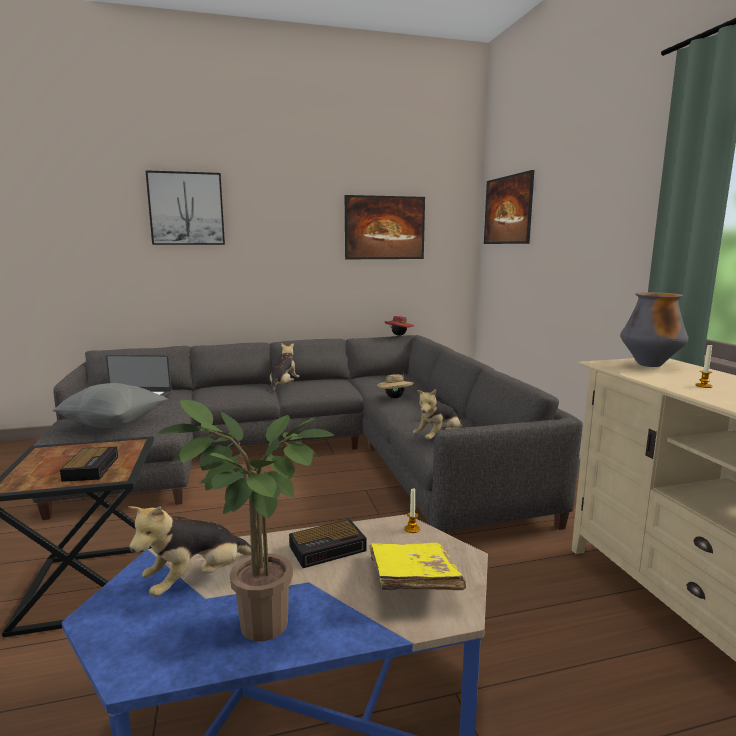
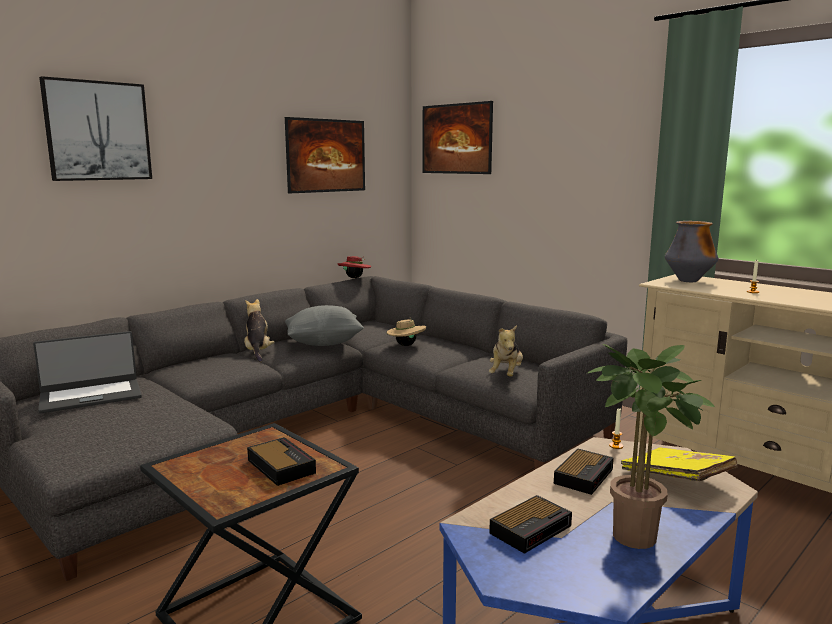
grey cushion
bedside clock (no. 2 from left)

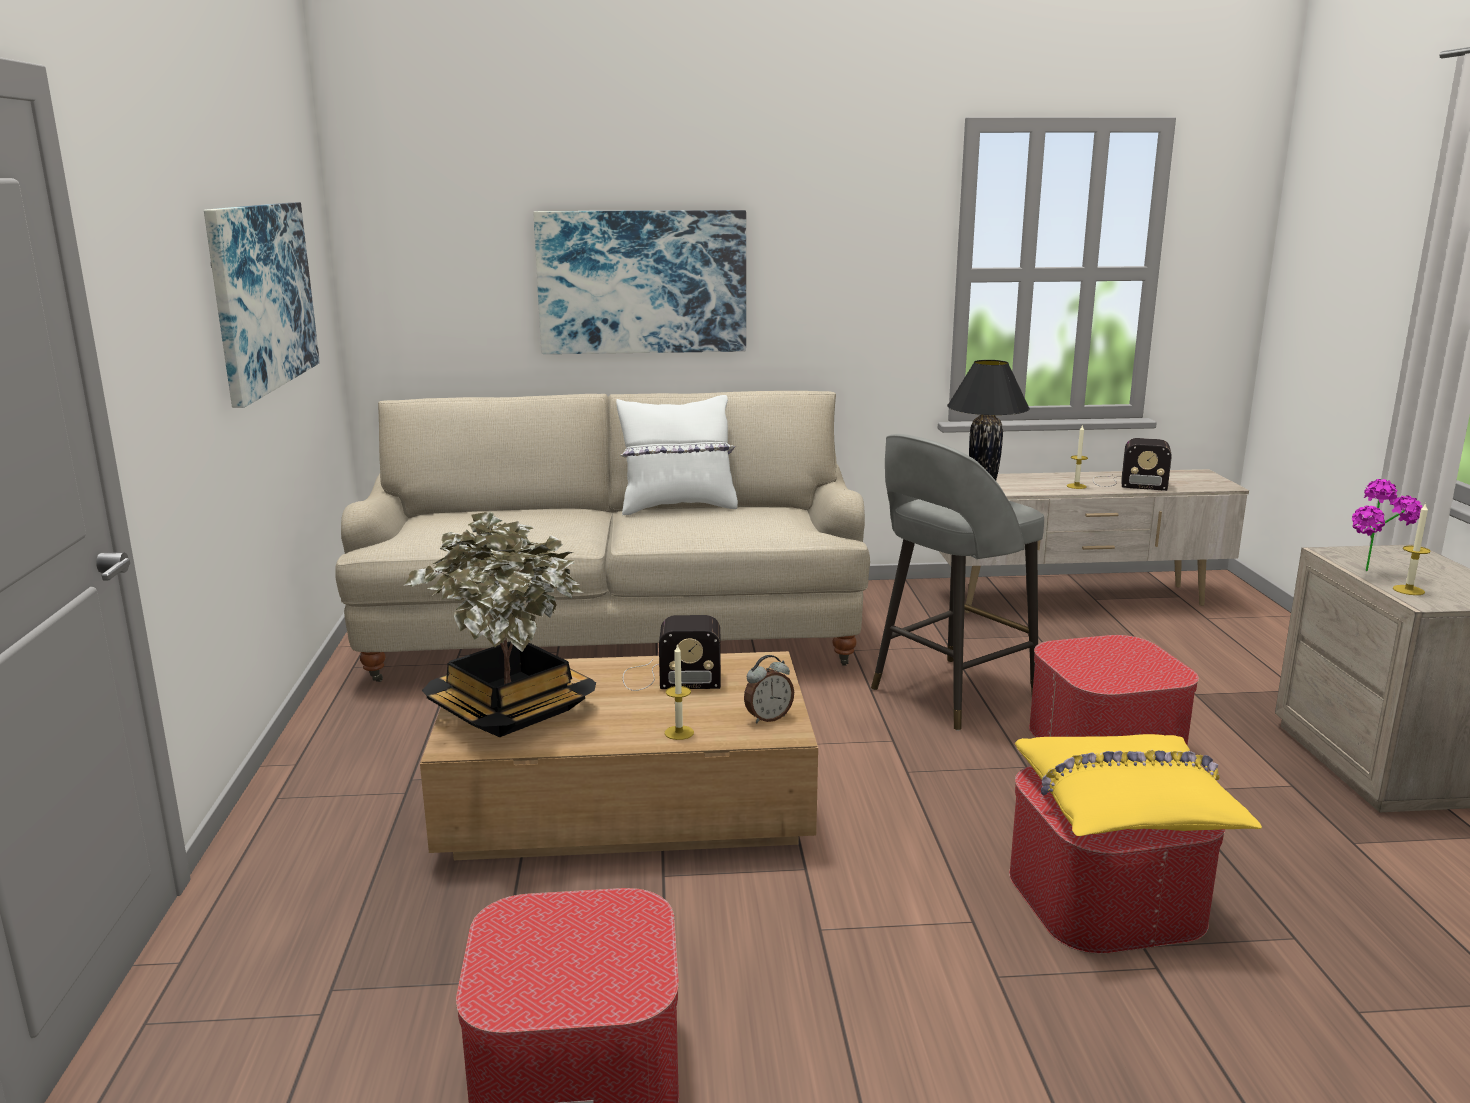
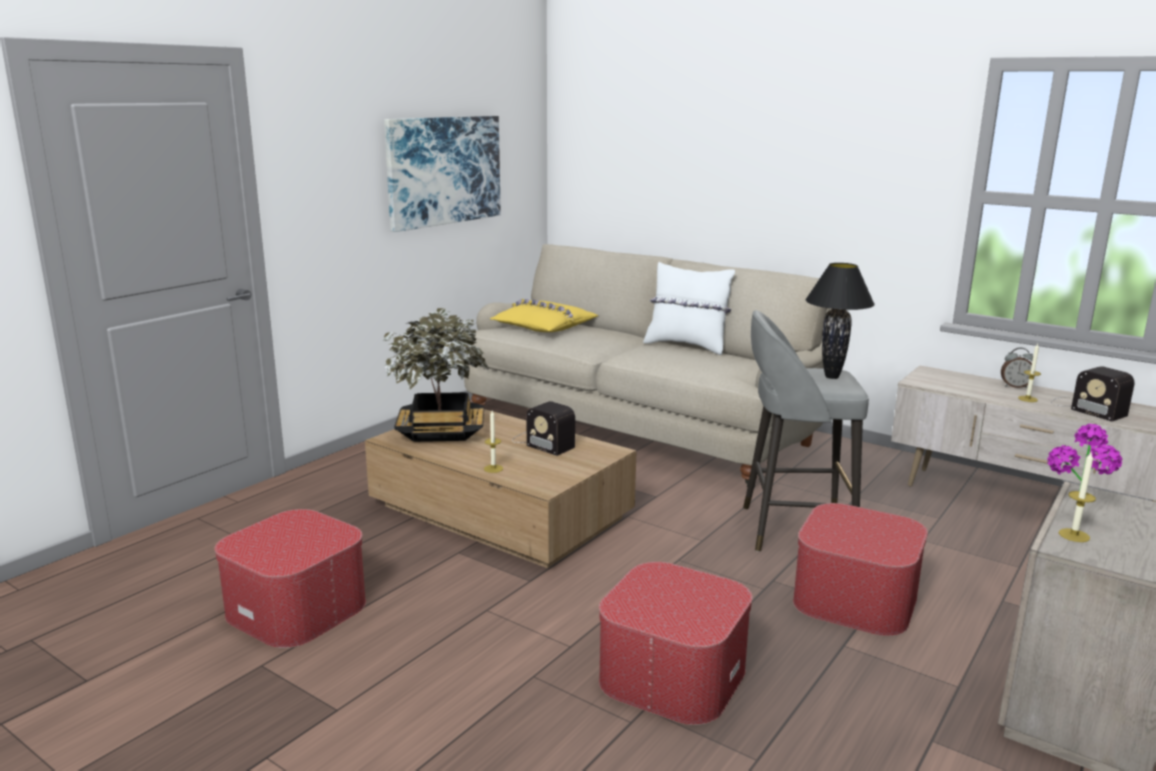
wall picture (no. 2 from left in the first image)
bedside clock
yellow-coloured cushion

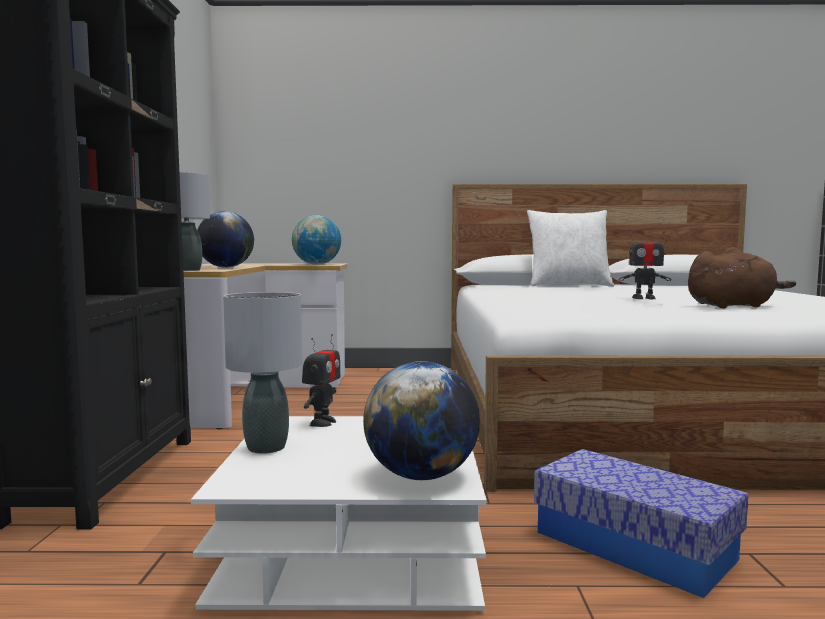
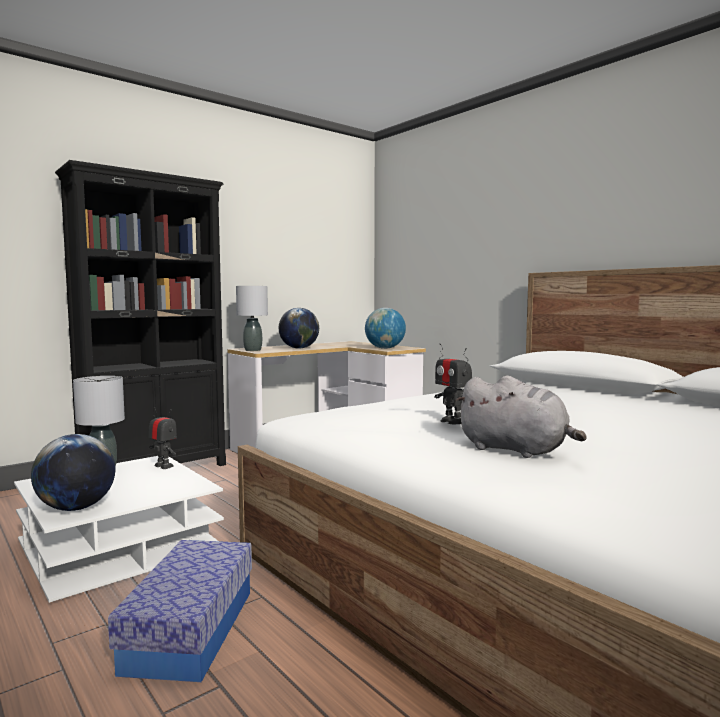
white-coloured cushion
grey cuddly toy
toy robot (no. 1 from left)

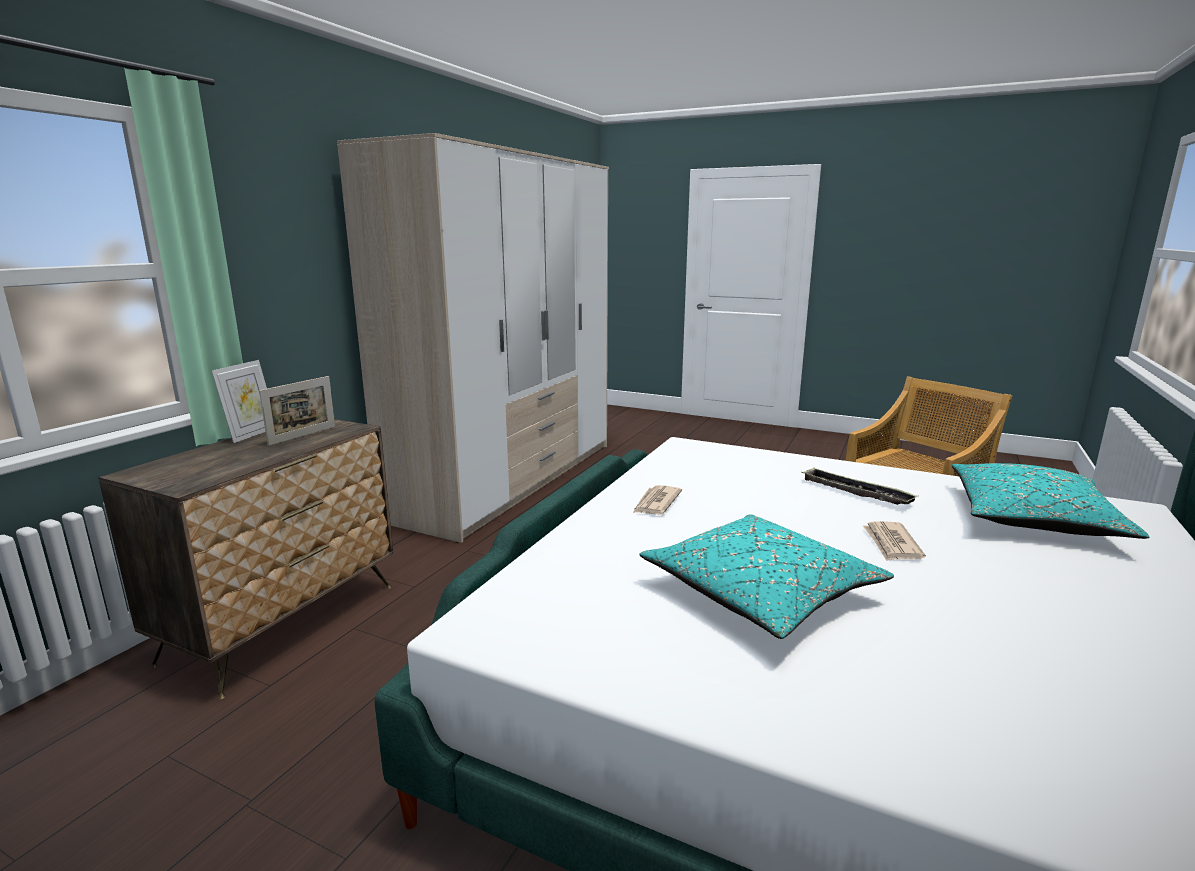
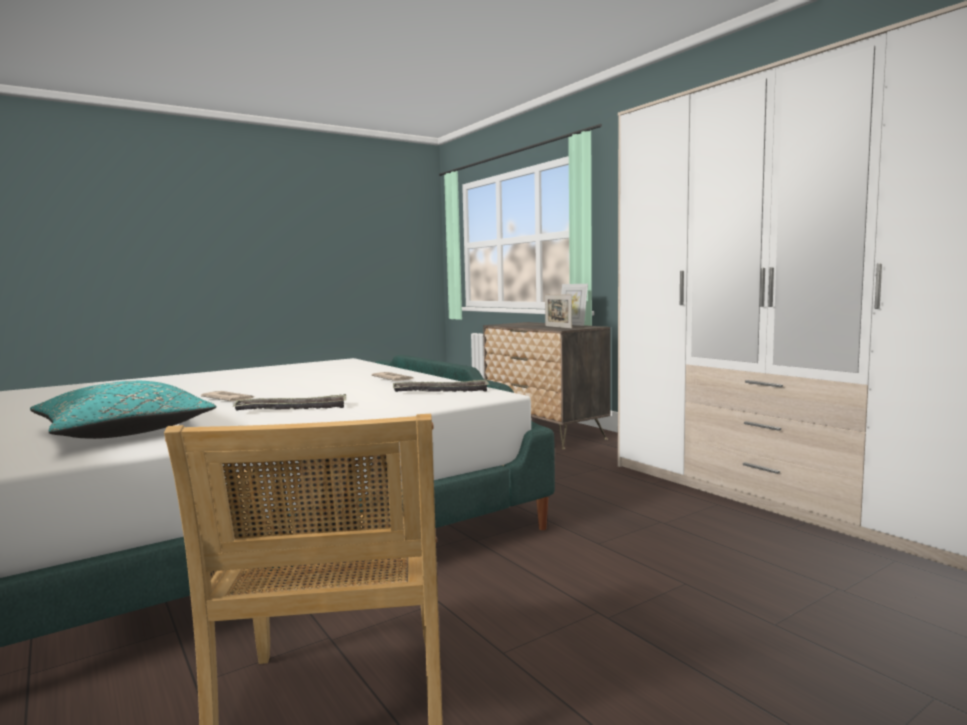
turquoise-coloured cushion (no. 1 from left in the first image)
carrying tray (no. 2 from left)

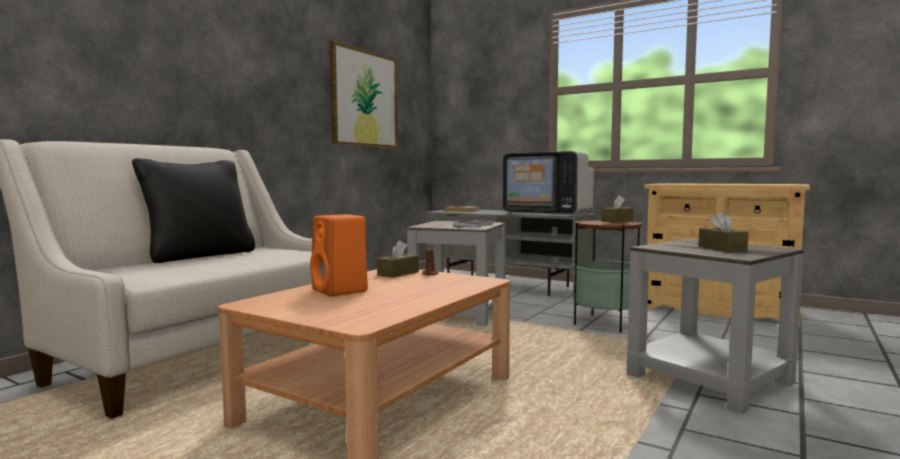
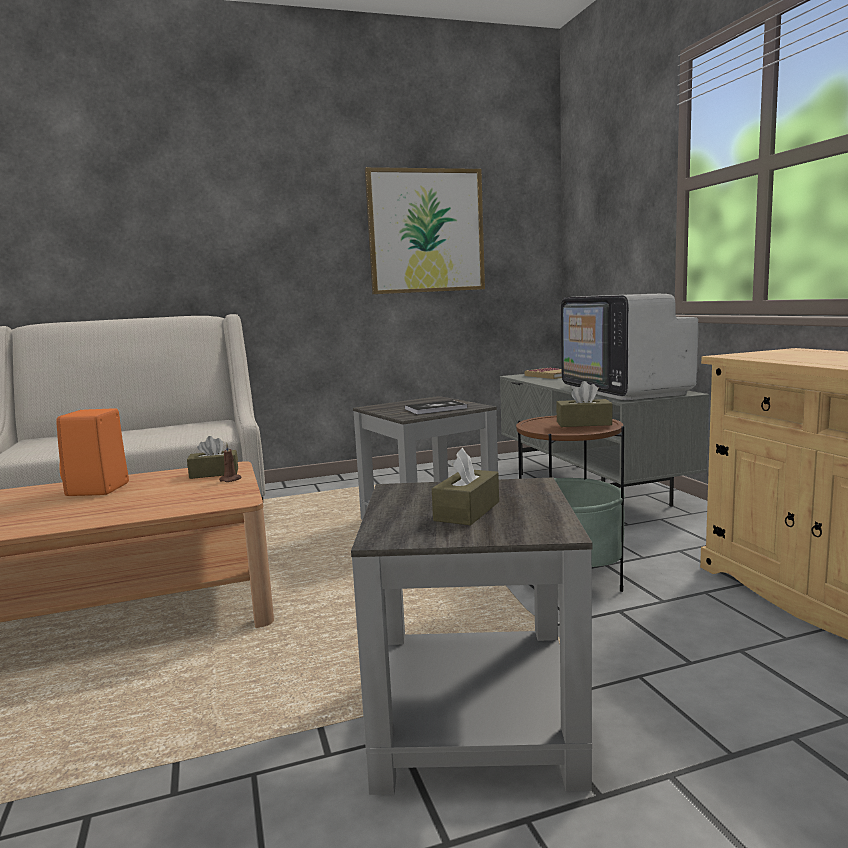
black-coloured cushion

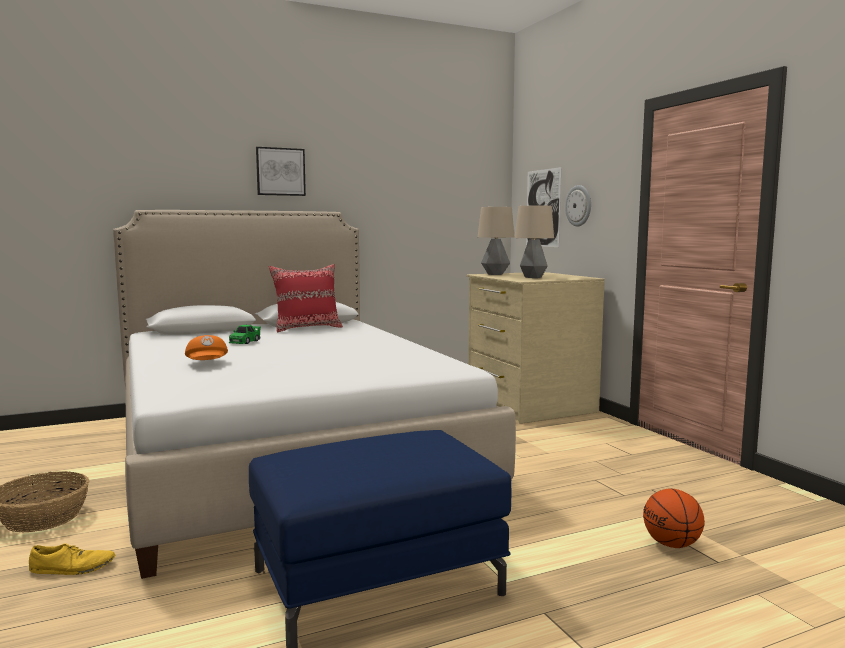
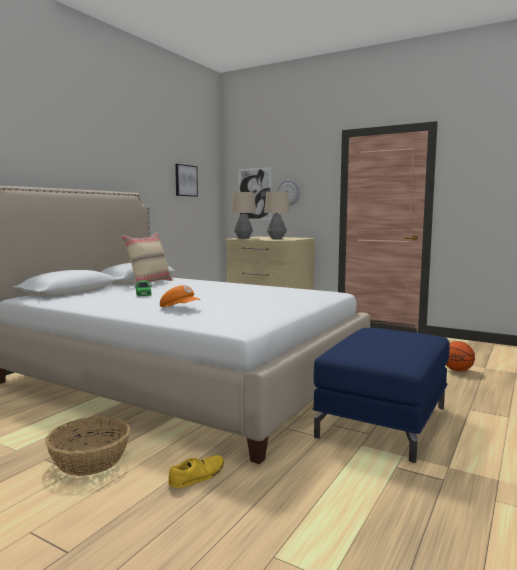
wall picture (no. 1 from left)
beige cushion

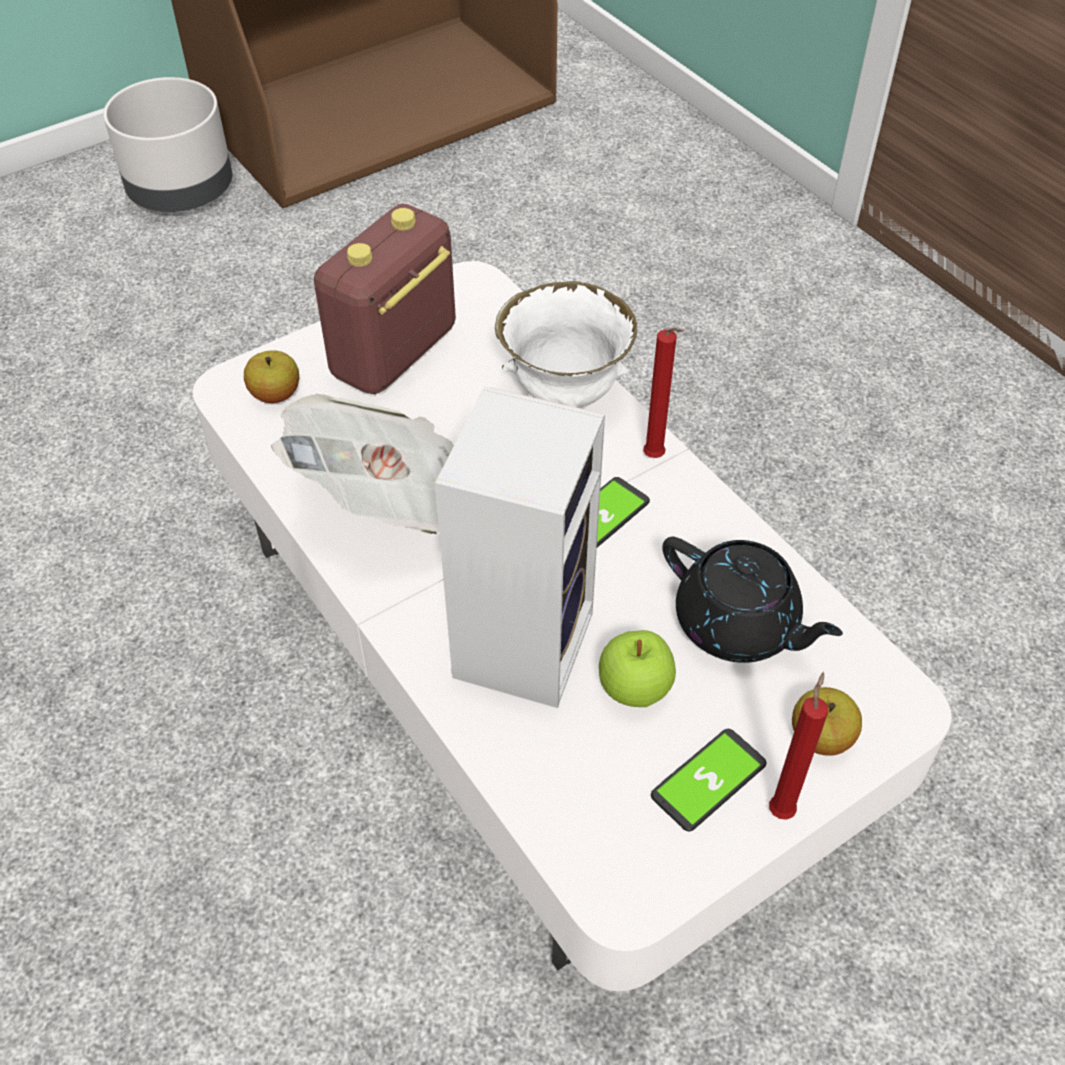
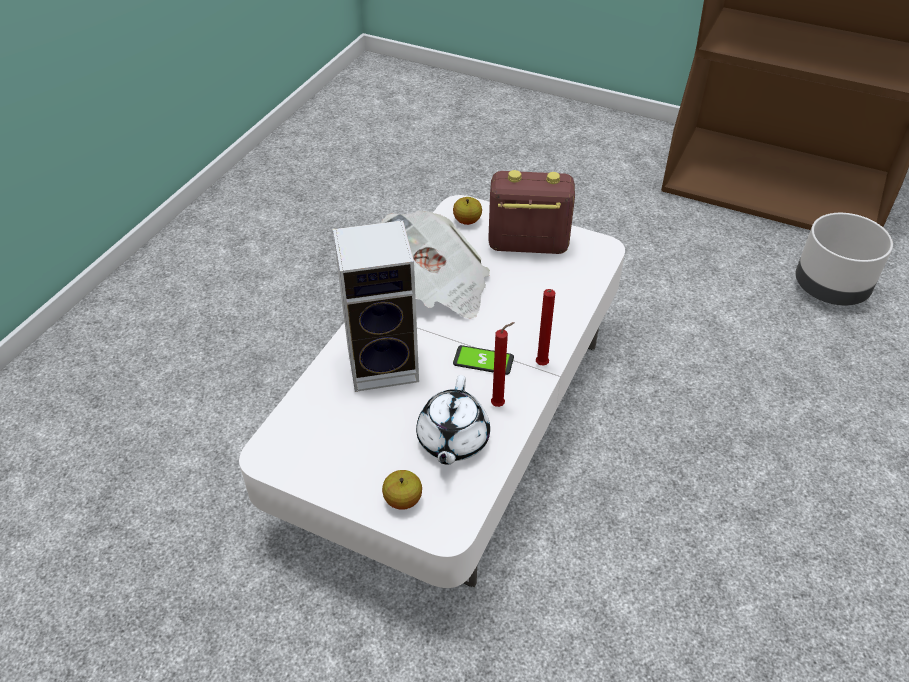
grey flower pot
white-coloured serving bowl
white-coloured pot for tea
apple fruit (no. 2 from left in the first image)
reddish wax candle (no. 1 from left)
phone (no. 2 from left in the first image)

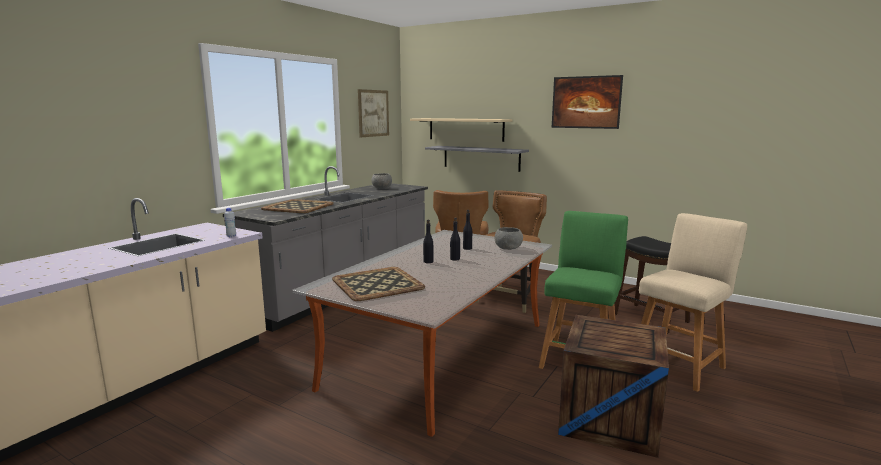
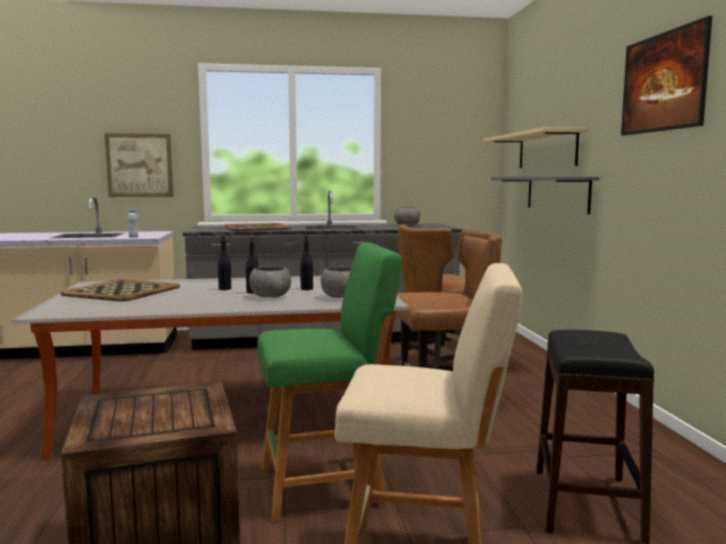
wall picture (no. 1 from left)
grey serving bowl (no. 1 from left)

